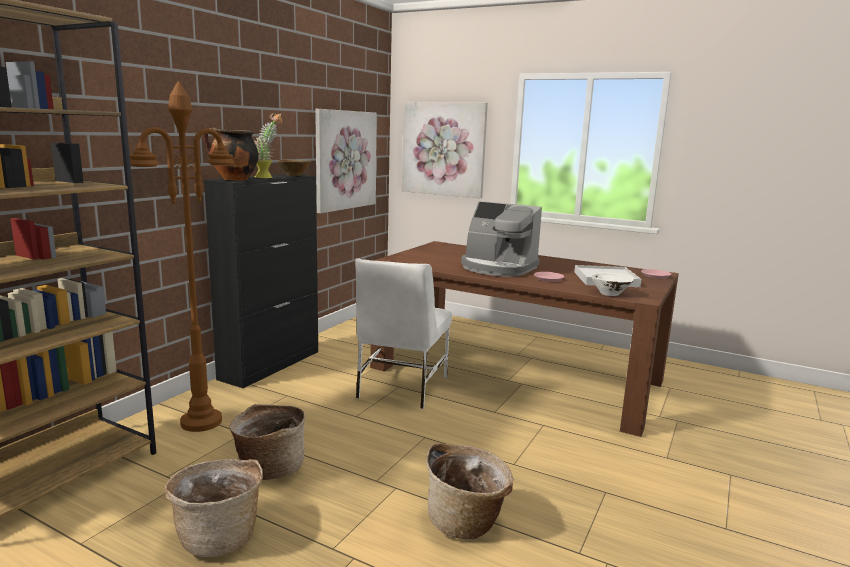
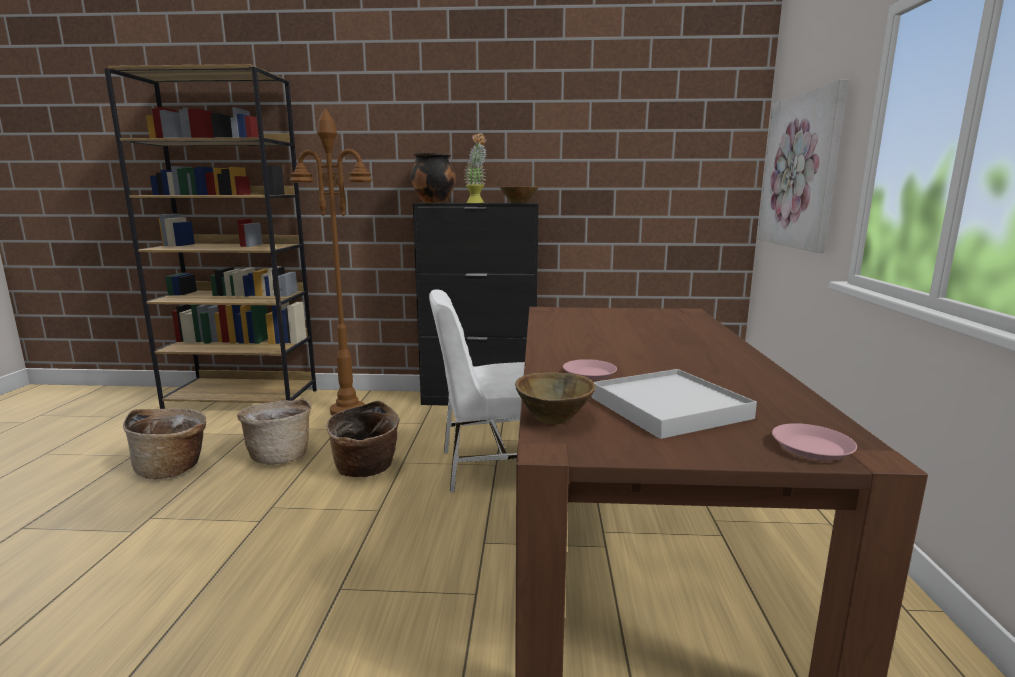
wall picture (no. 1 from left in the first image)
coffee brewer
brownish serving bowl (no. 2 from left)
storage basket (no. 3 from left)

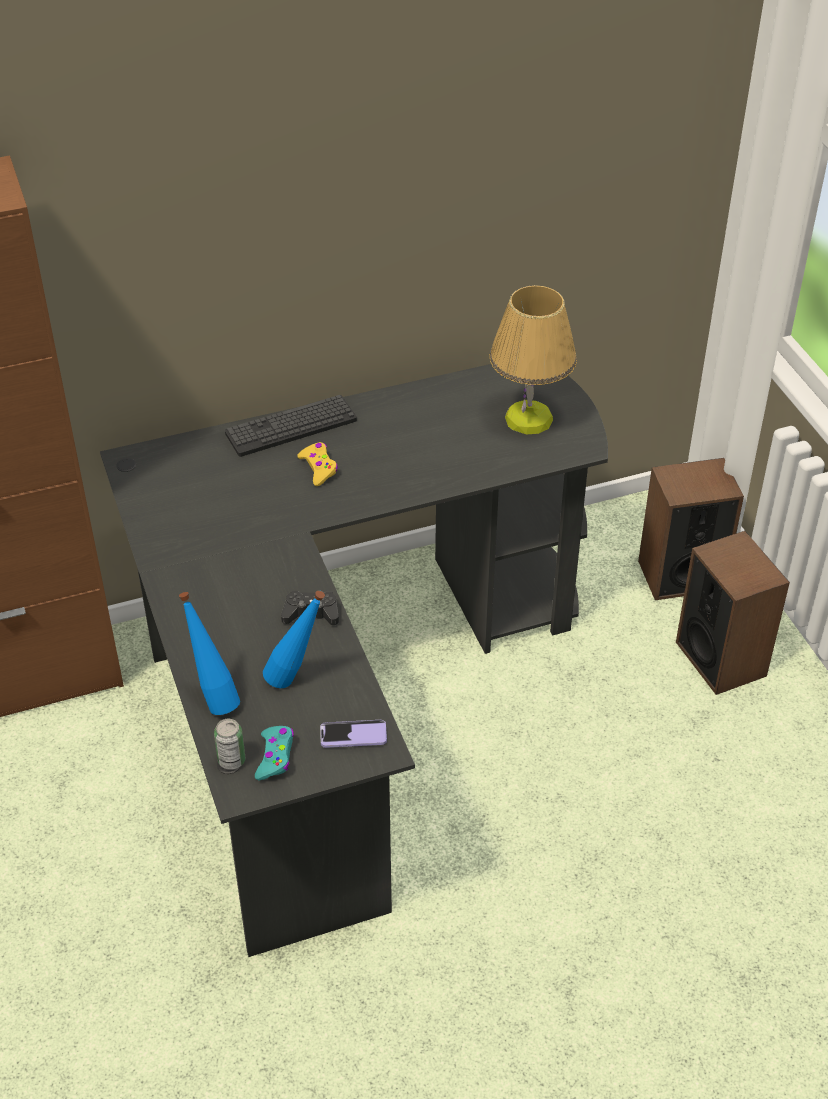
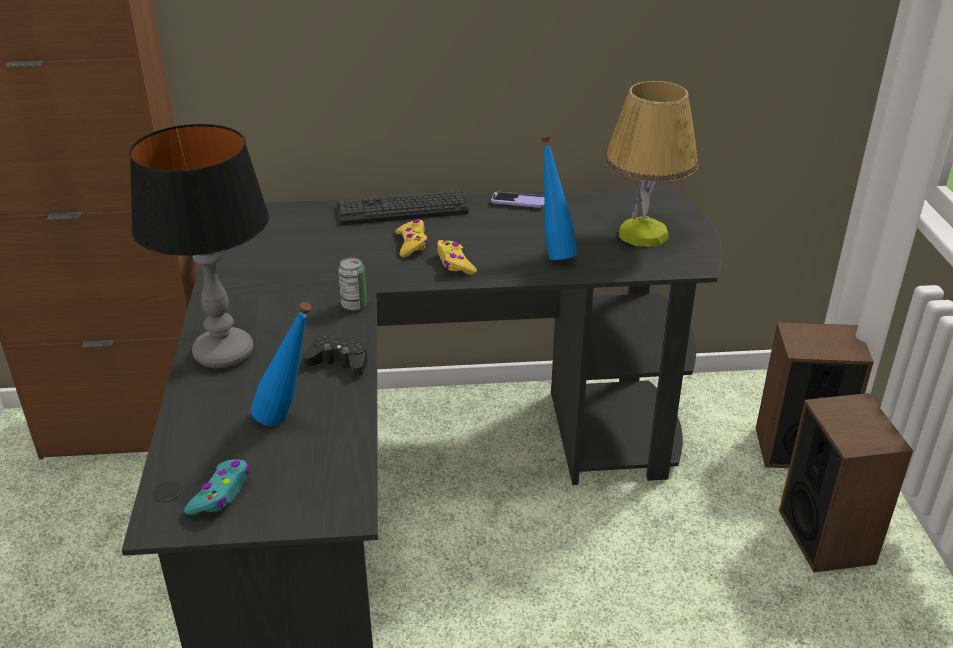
blue drink bottle (no. 2 from left)
metal can
phone
lamp for a table (no. 1 from left)
yellow-coloured gamepad (no. 2 from left)

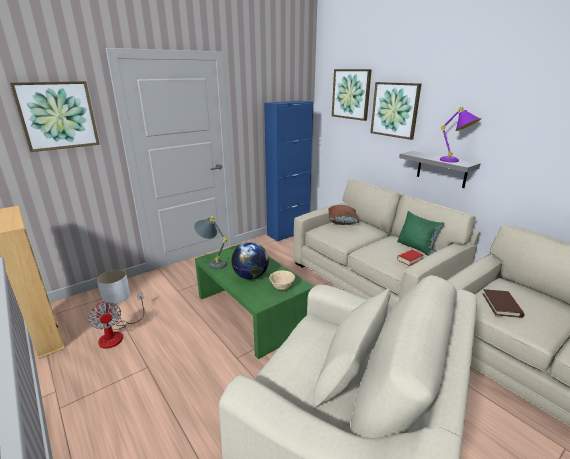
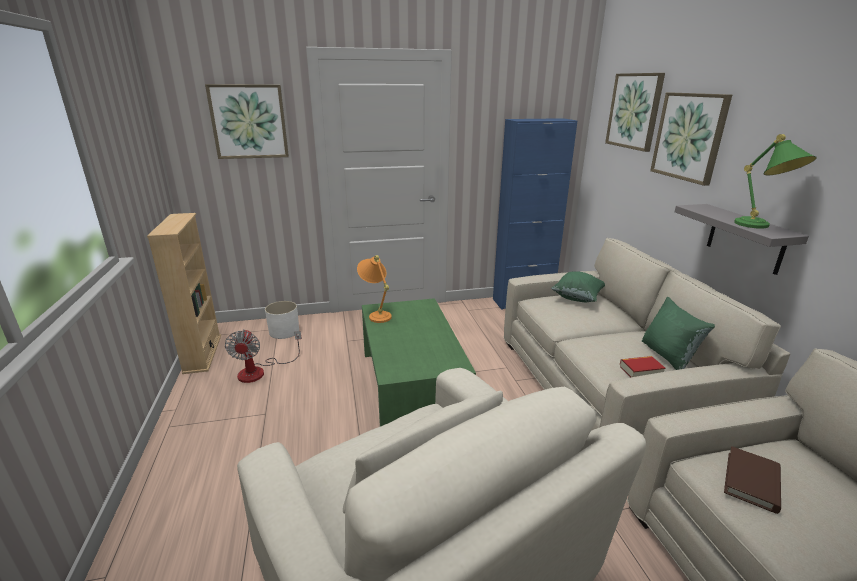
green lamp for a table
green cushion (no. 1 from left)
orange-coloured lamp for a table
globe
beige serving bowl

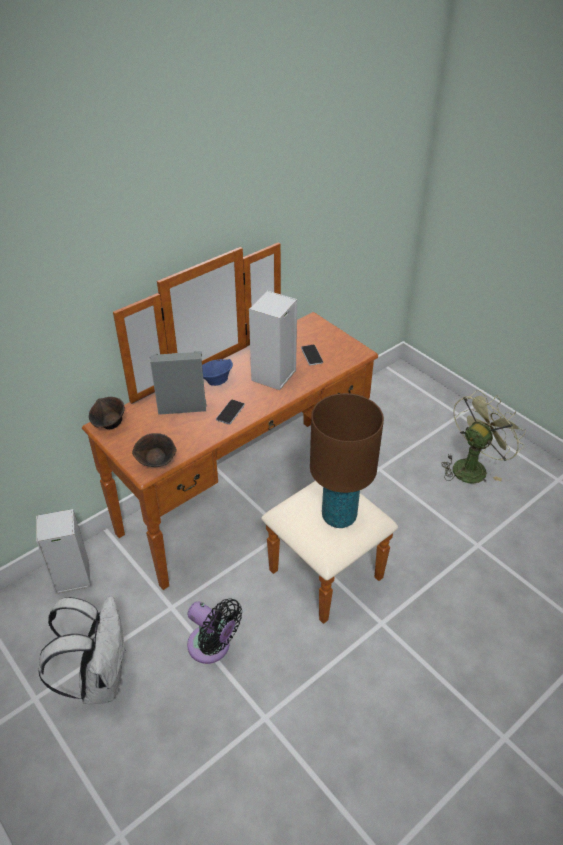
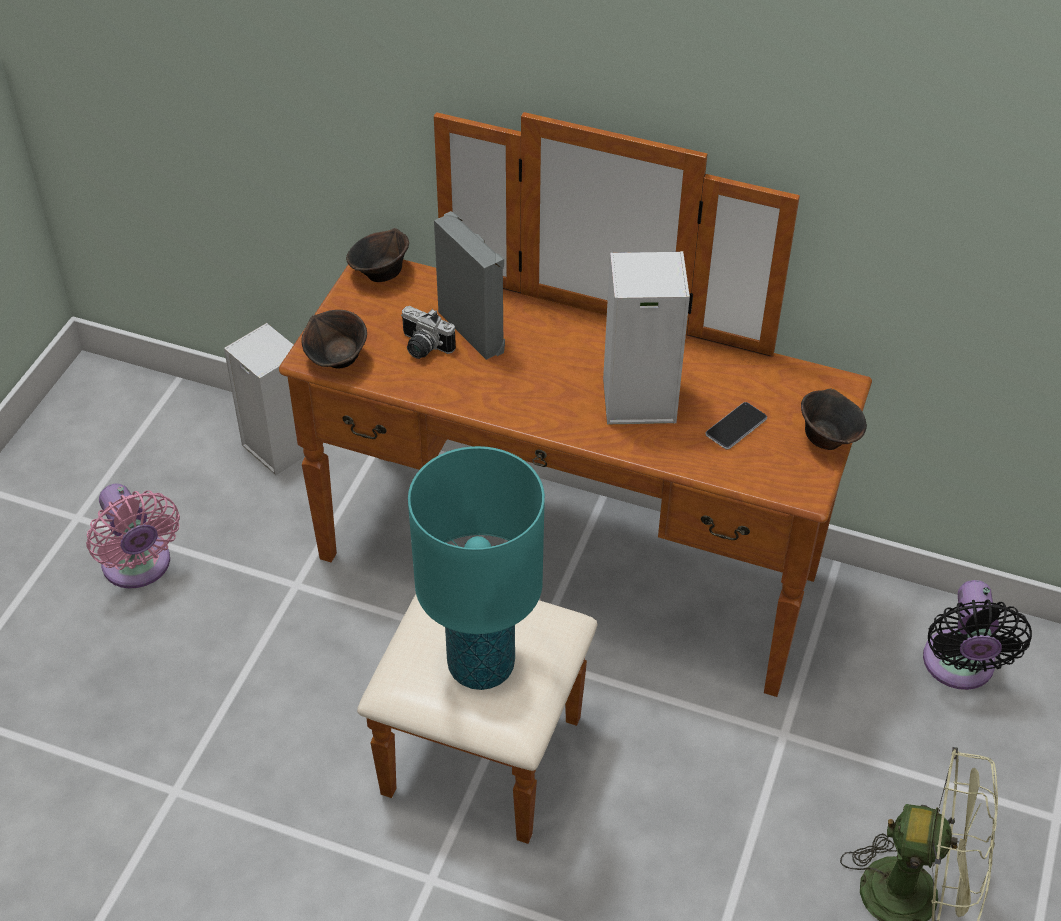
blue serving bowl
turquoise-coloured lamp for a table
phone (no. 1 from left in the first image)
pink cooling fan
black-coloured cooling fan
still camera
brownish serving bowl (no. 3 from left)

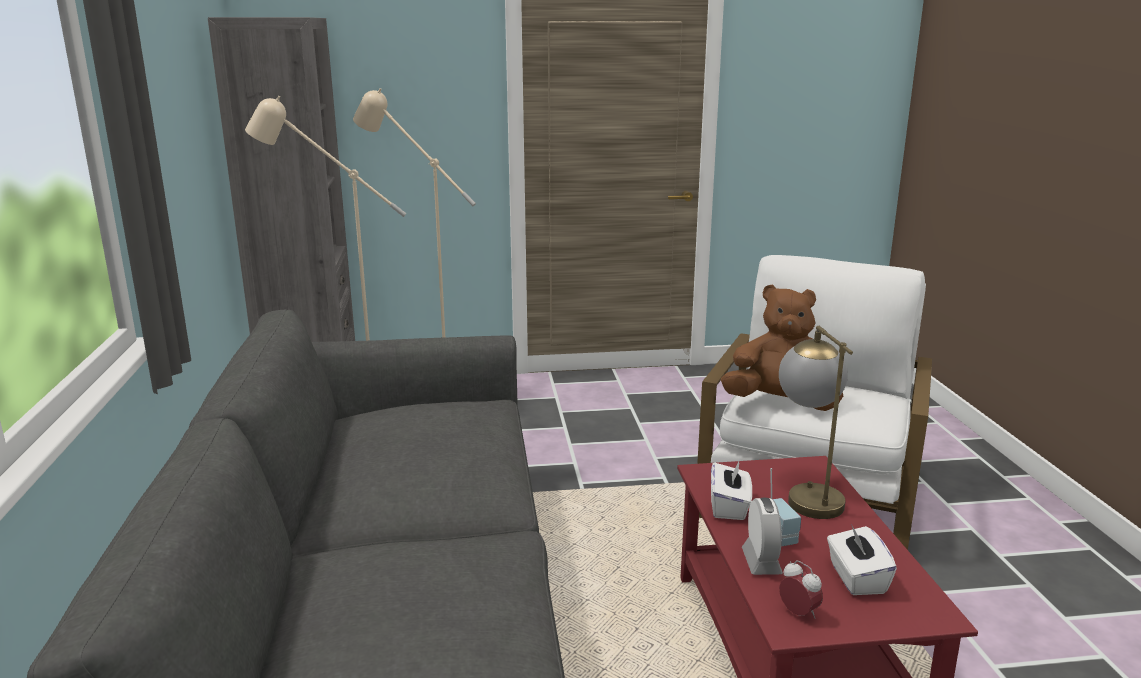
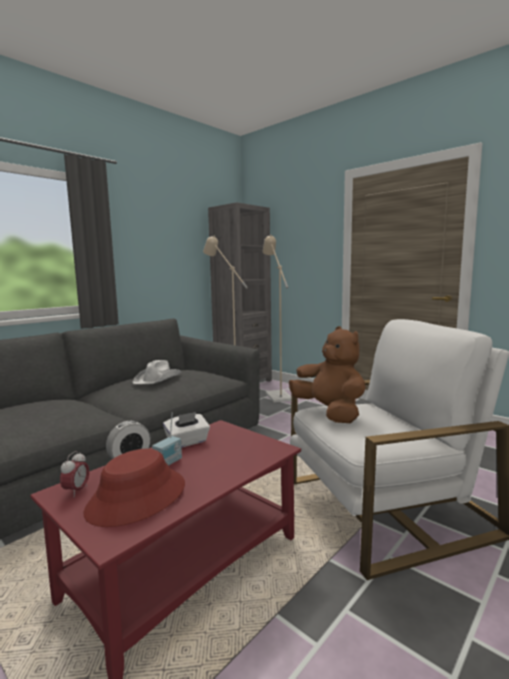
lamp for a table
reddish hat
white-coloured hat

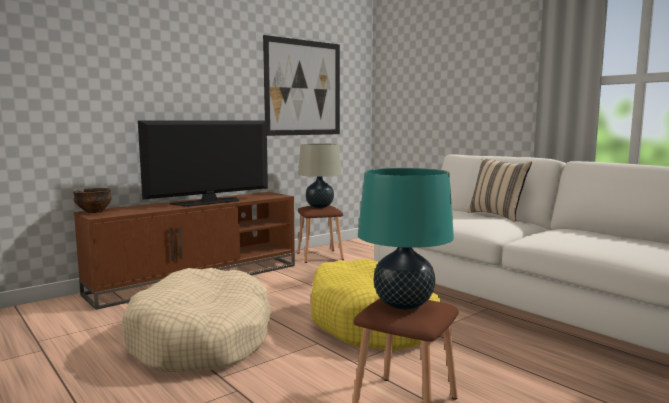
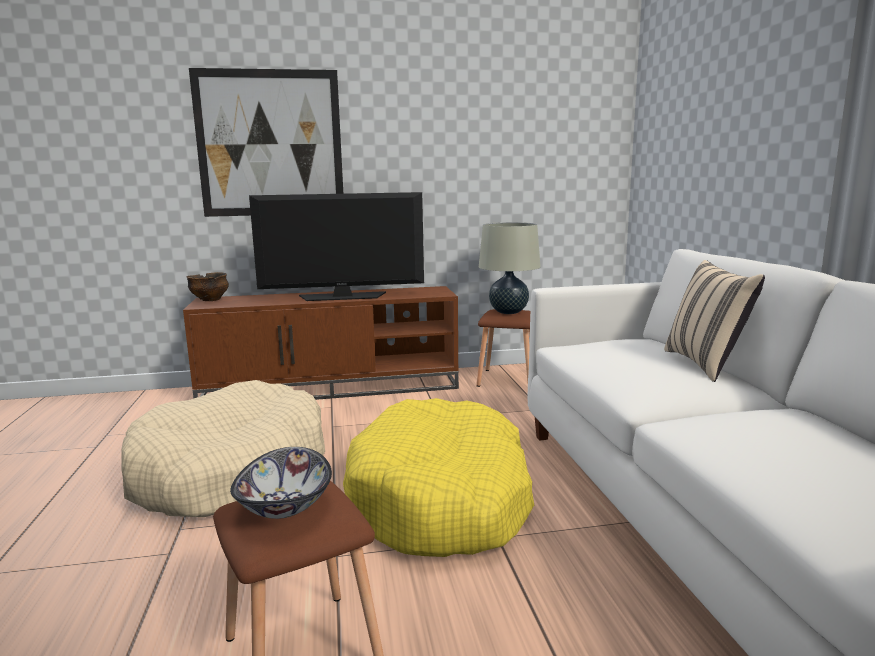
wall picture
serving bowl (no. 2 from left)

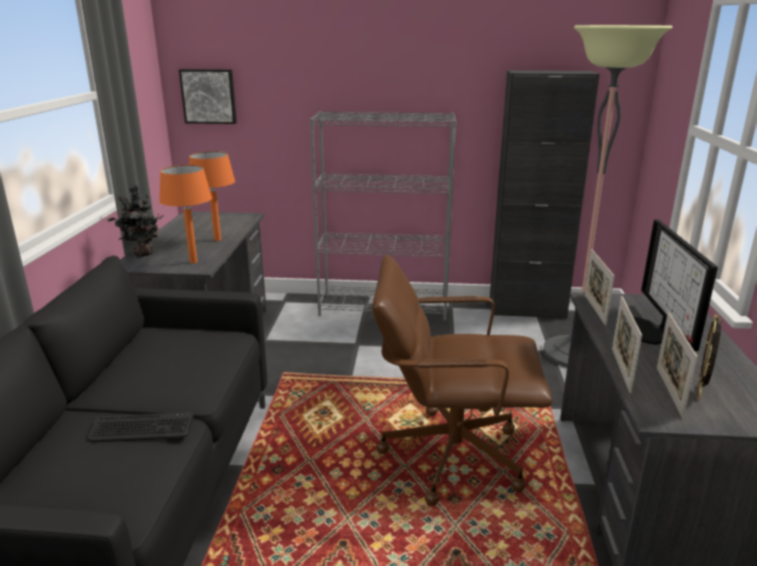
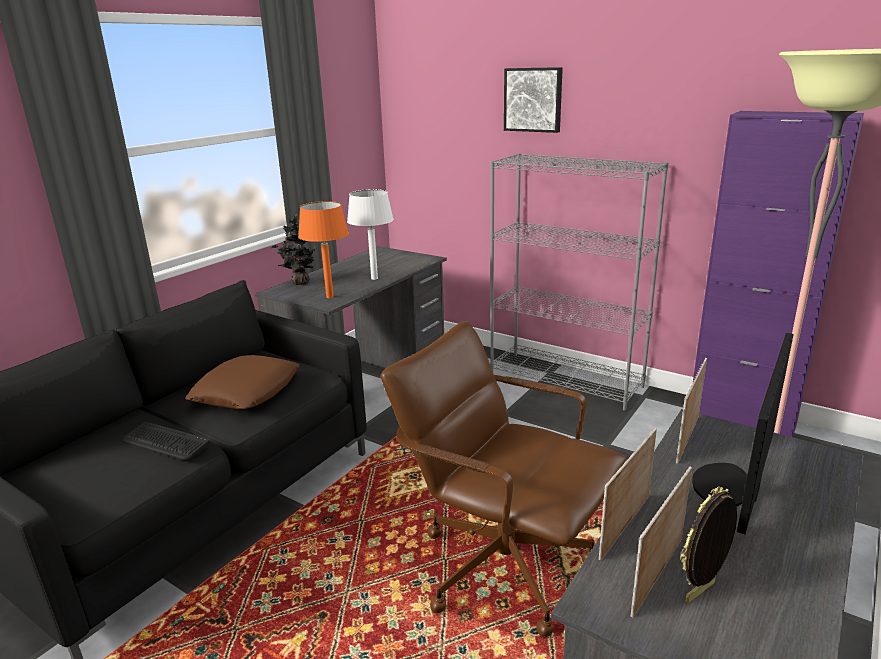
wall picture
purple storage cabinet
white-coloured lamp for a table
brownish cushion

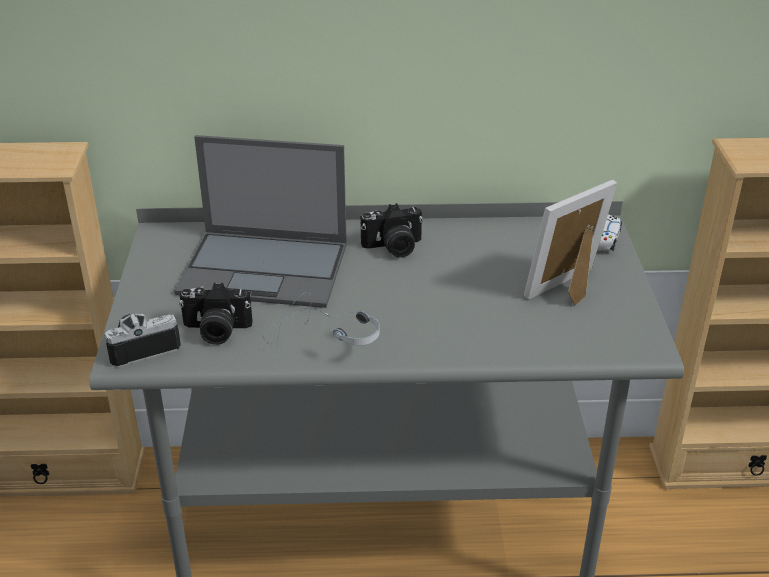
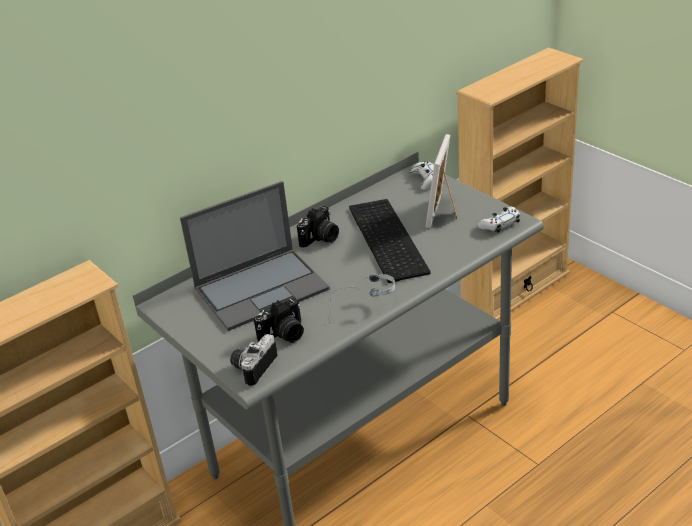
computer keyboard
white-coloured gamepad (no. 2 from left)

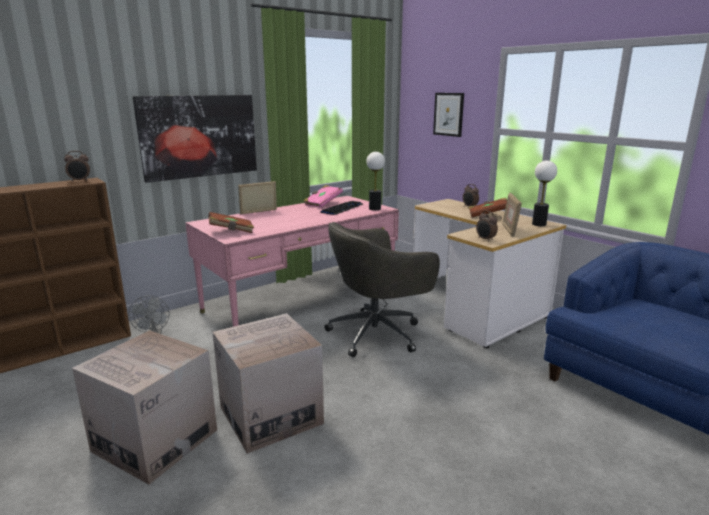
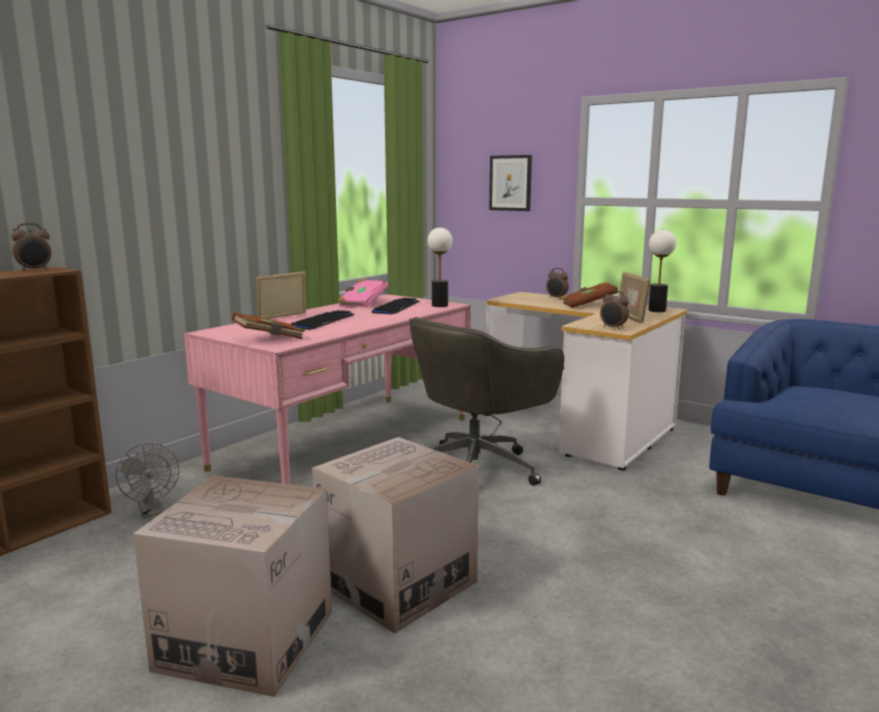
wall picture (no. 1 from left in the first image)
computer keyboard (no. 1 from left)

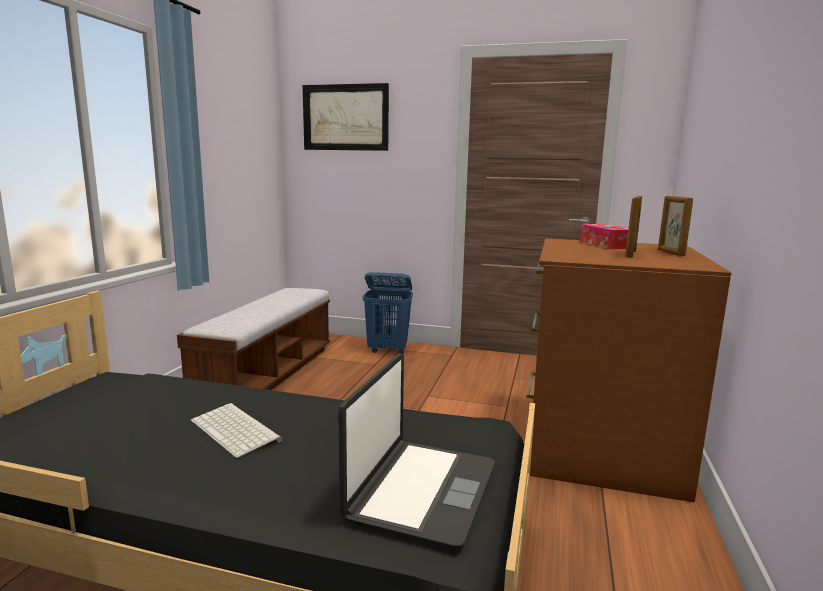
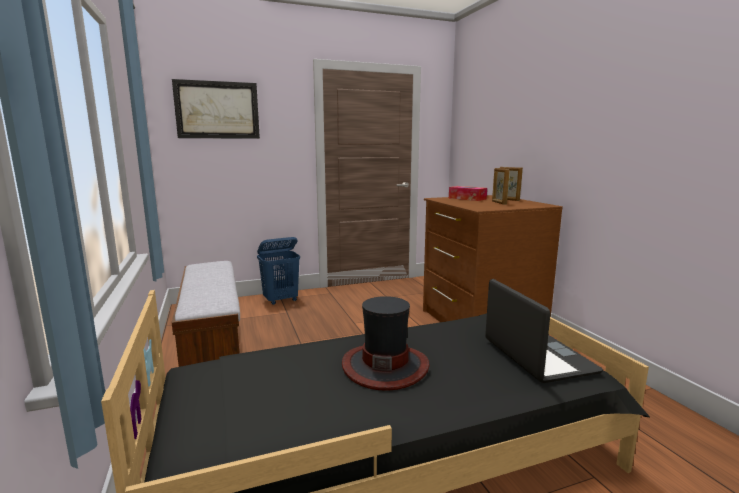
hat

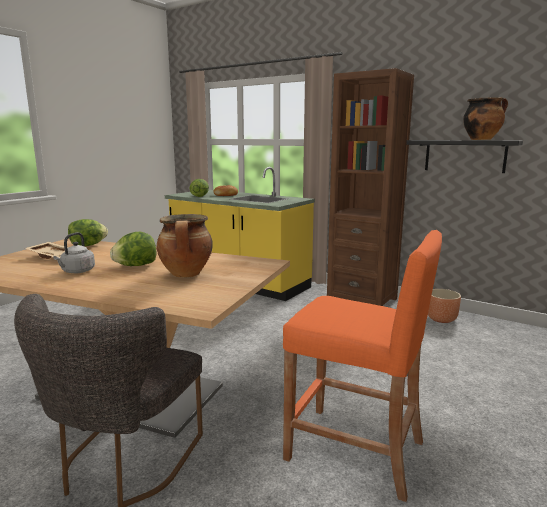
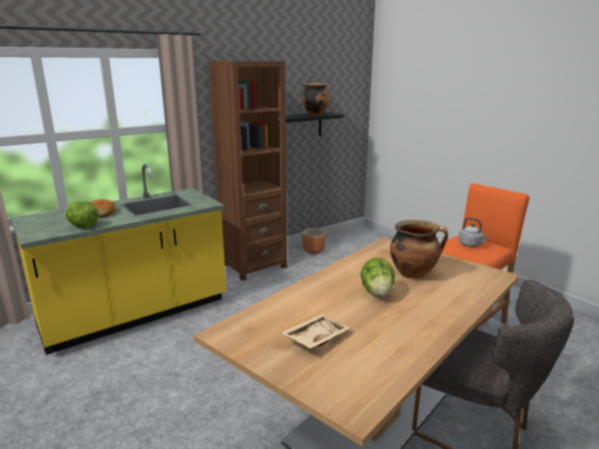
lettuce head (no. 1 from left in the first image)
grey kettle

